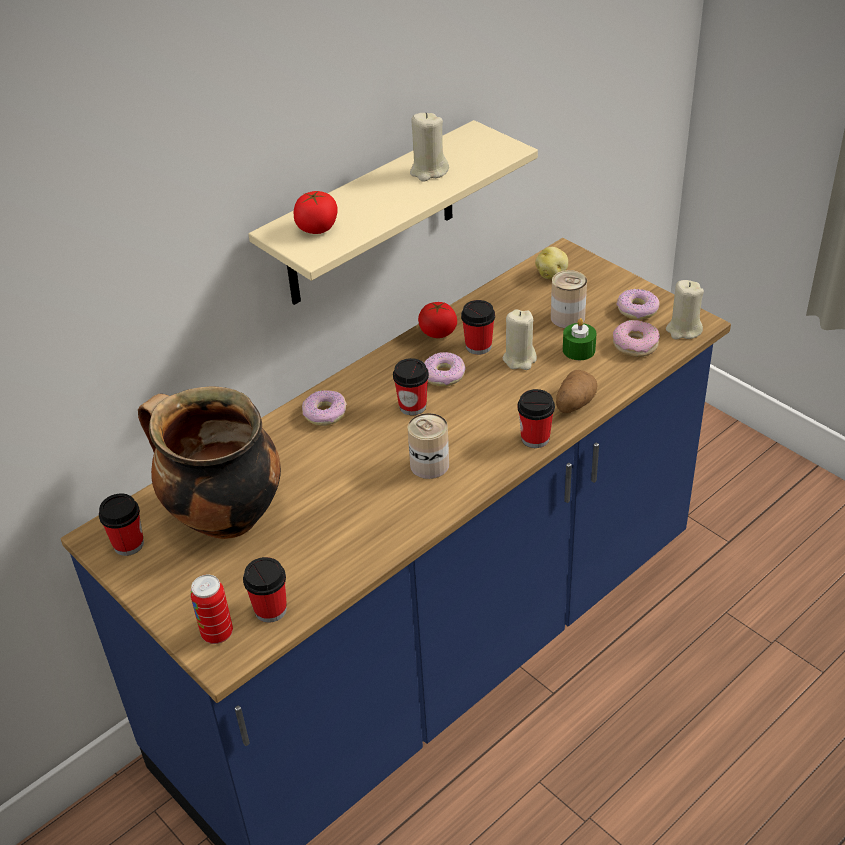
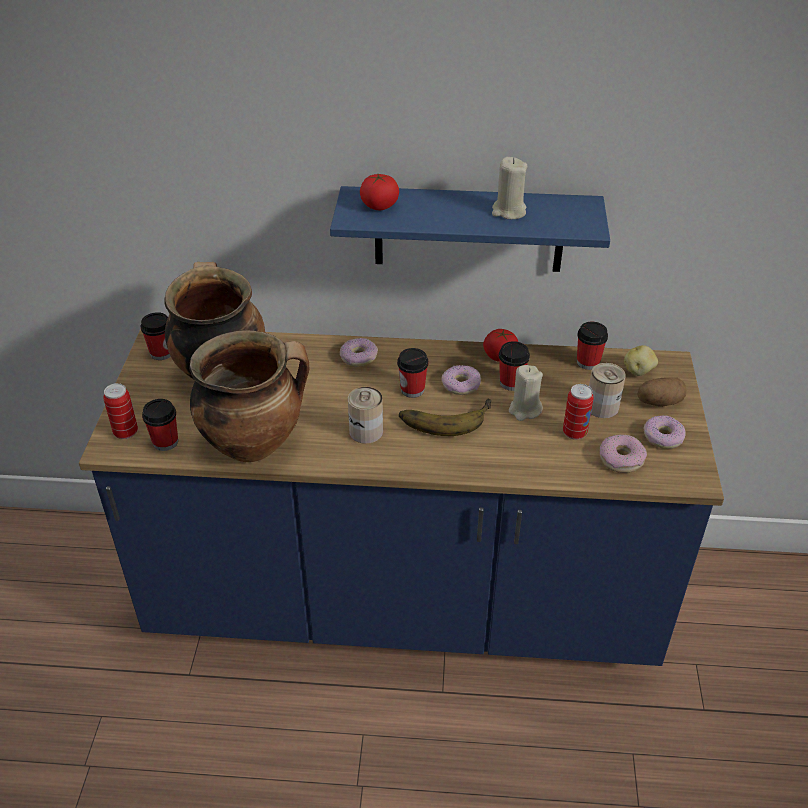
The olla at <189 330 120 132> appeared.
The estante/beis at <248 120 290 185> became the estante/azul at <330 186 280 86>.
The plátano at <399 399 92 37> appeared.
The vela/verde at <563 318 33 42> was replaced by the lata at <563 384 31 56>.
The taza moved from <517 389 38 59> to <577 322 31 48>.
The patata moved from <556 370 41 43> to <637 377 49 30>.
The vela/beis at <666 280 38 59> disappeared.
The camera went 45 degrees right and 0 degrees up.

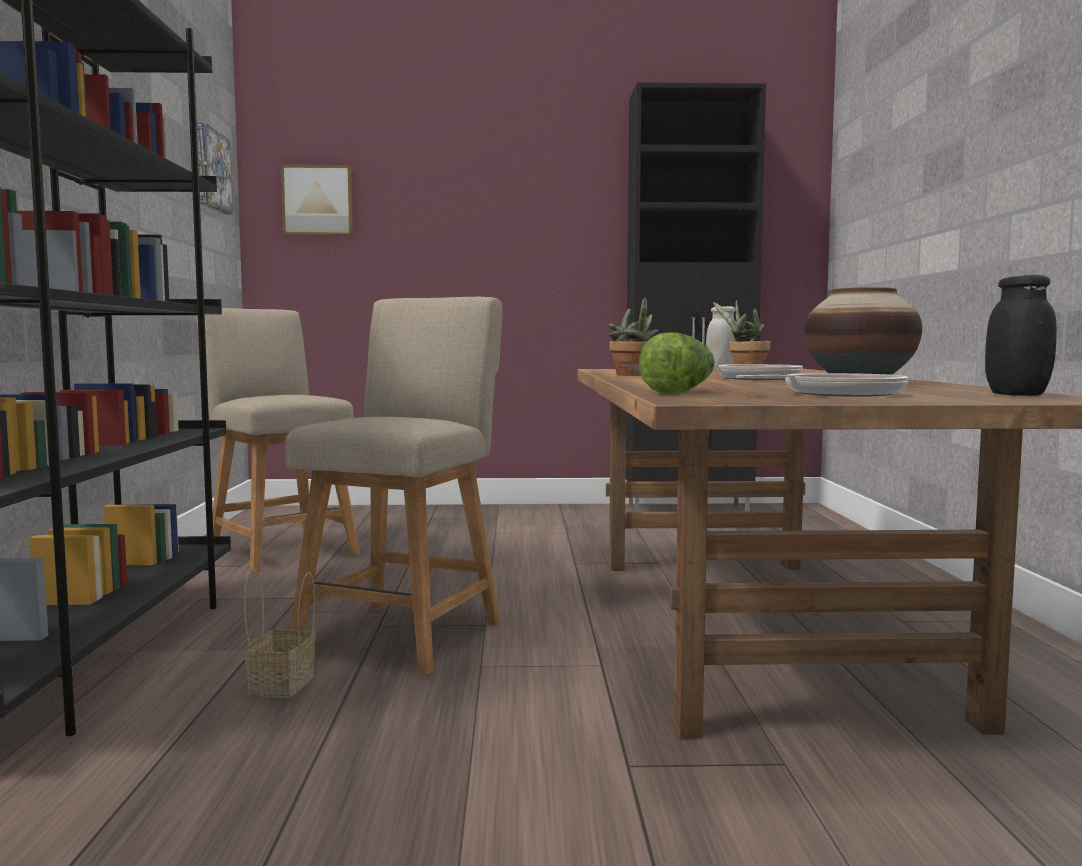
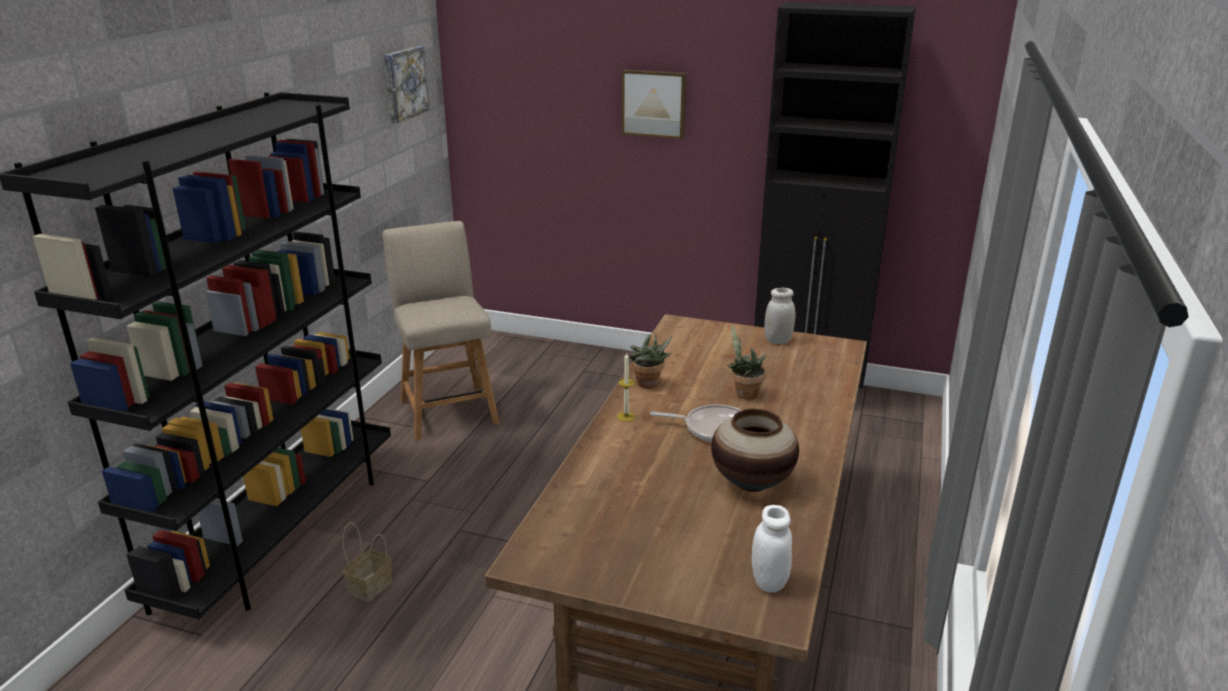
The vela at <617 353 19 69> appeared.
The cuadro moved from <281 165 72 71> to <622 69 64 70>.
The tarro/negro at <985 275 72 121> became the tarro/blanco at <752 505 40 88>.
The silla/beis at <285 297 218 378> disappeared.
The lechuga at <639 332 76 62> disappeared.
The sartén at <736 373 172 23> disappeared.
The camera went 20 degrees right and 20 degrees up.

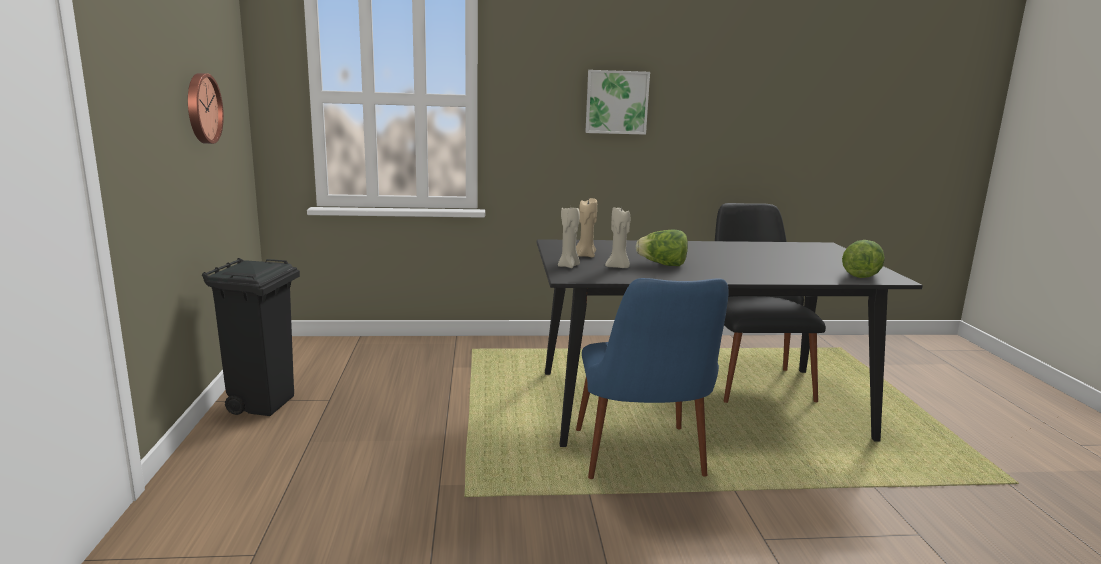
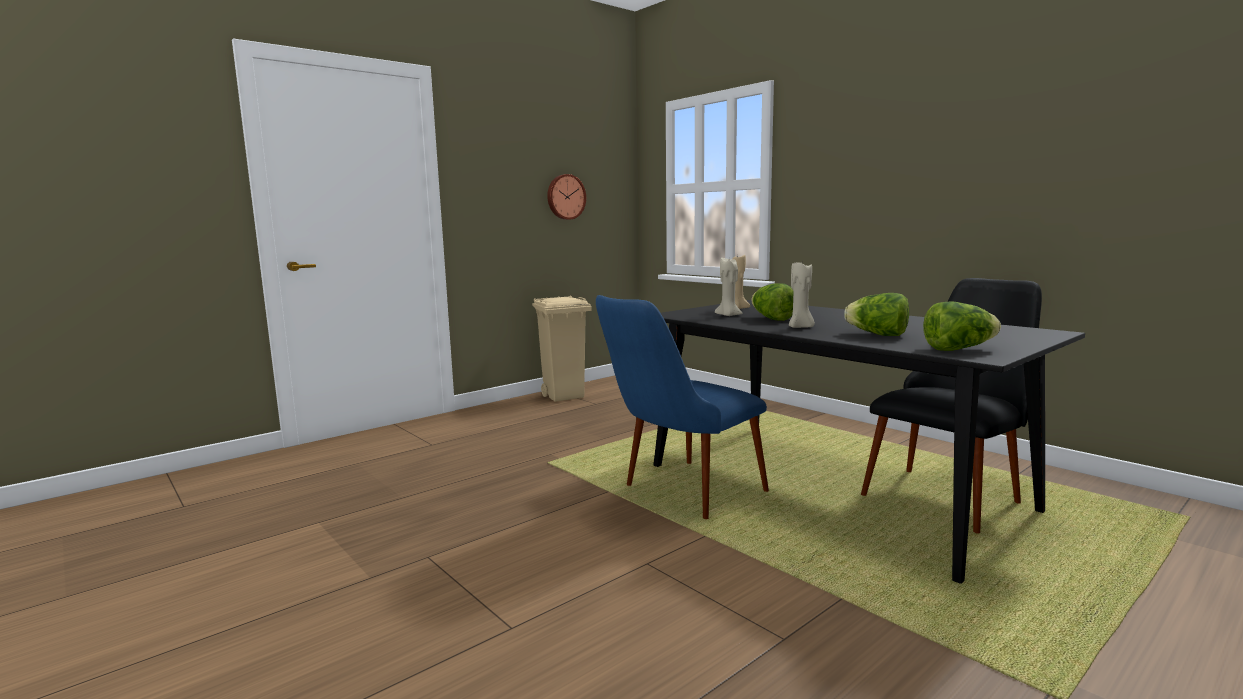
The papelera/negro at <202 258 98 158> became the papelera/beis at <532 296 60 106>.
The vela/beis moved from <558 206 22 62> to <789 262 26 66>.
The lechuga at <844 293 65 43> appeared.
The cuadro at <585 70 65 65> disappeared.
The camera went 55 degrees right and 5 degrees down.

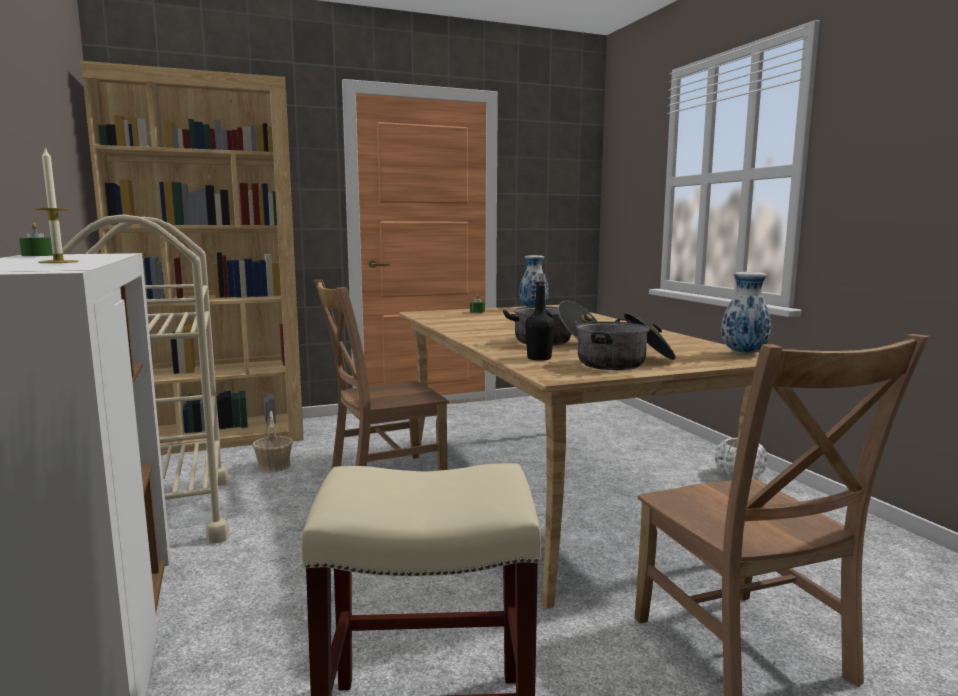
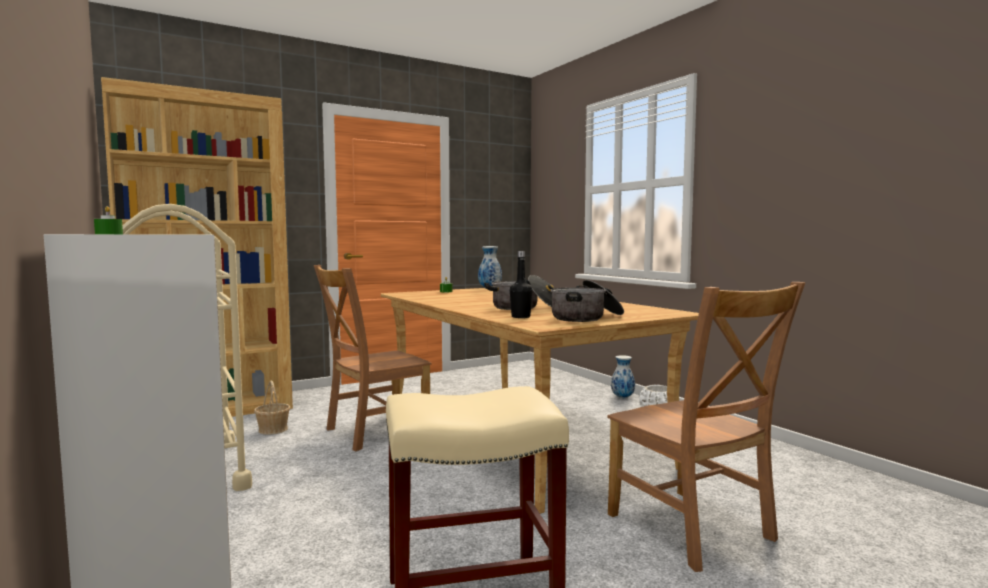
The florero moved from <721 272 50 83> to <611 355 24 43>.
The vela at <35 146 44 117> disappeared.
The camera went 10 degrees left and 5 degrees down.

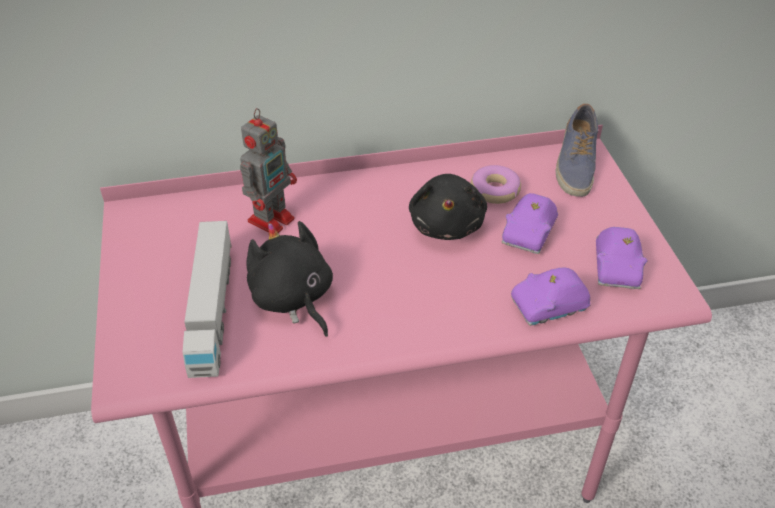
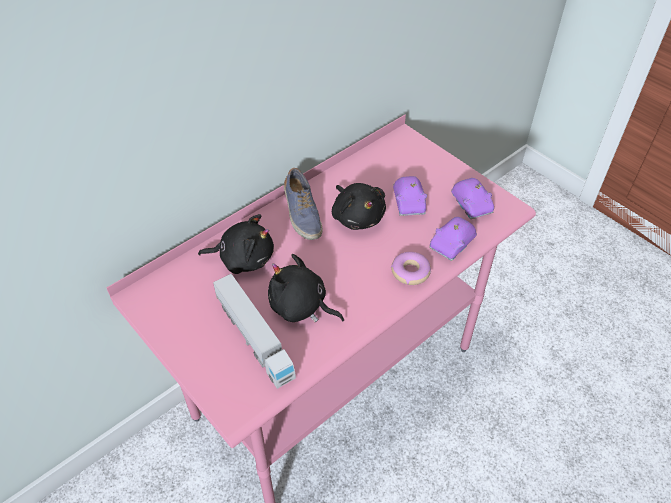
The robot de juguete at <240 108 57 125> was replaced by the peluche/negro at <198 214 76 60>.
The zapato moved from <555 104 43 93> to <284 168 39 72>.
The rosquilla moved from <471 165 50 39> to <391 252 40 33>.
The camera went 30 degrees left and 5 degrees up.

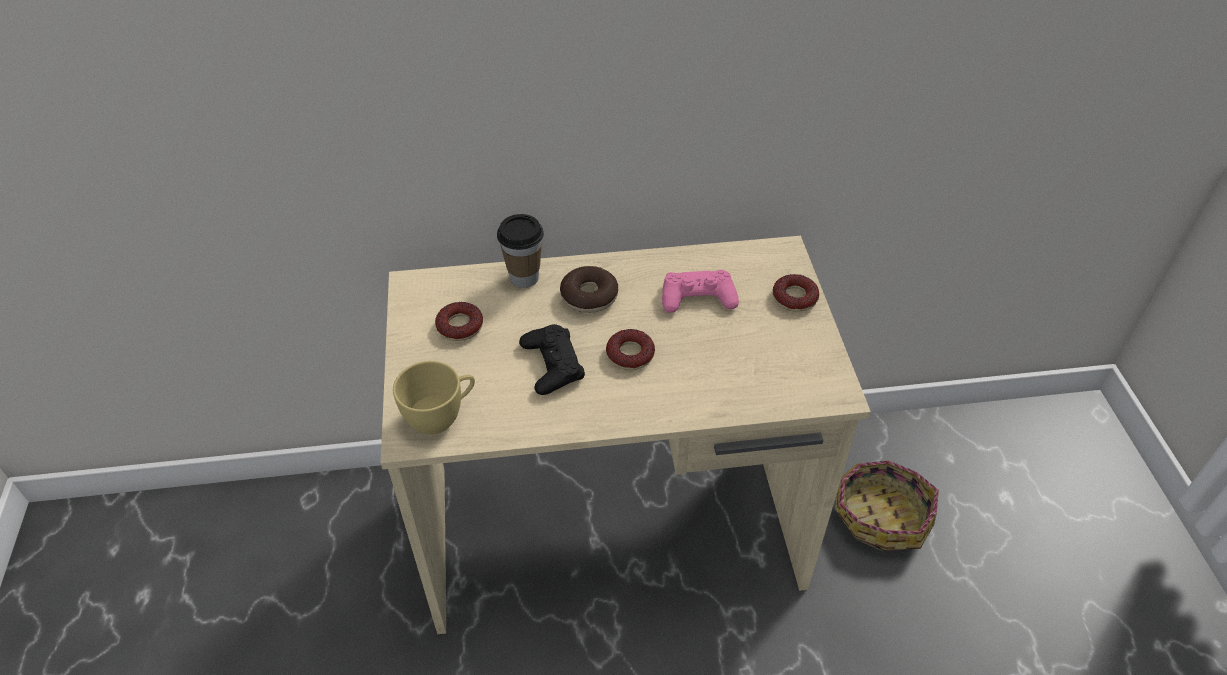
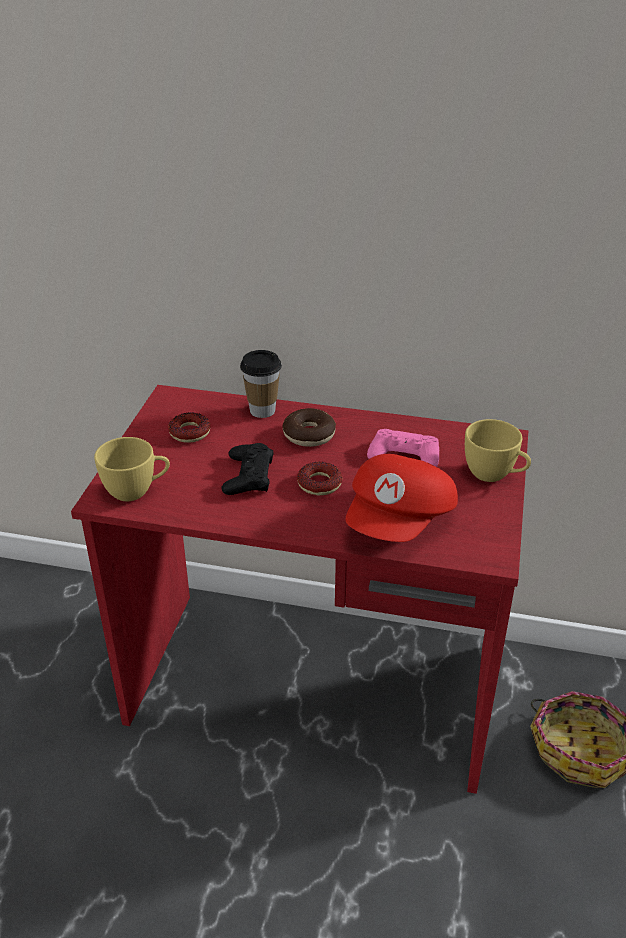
The escritorio/beis at <381 236 490 398> became the escritorio/rojo at <71 385 457 409>.
The gorra/rojo at <345 454 113 88> appeared.
The rosquilla at <773 274 46 38> was replaced by the taza/amarillo at <465 419 66 63>.
The camera went 20 degrees right and 10 degrees down.

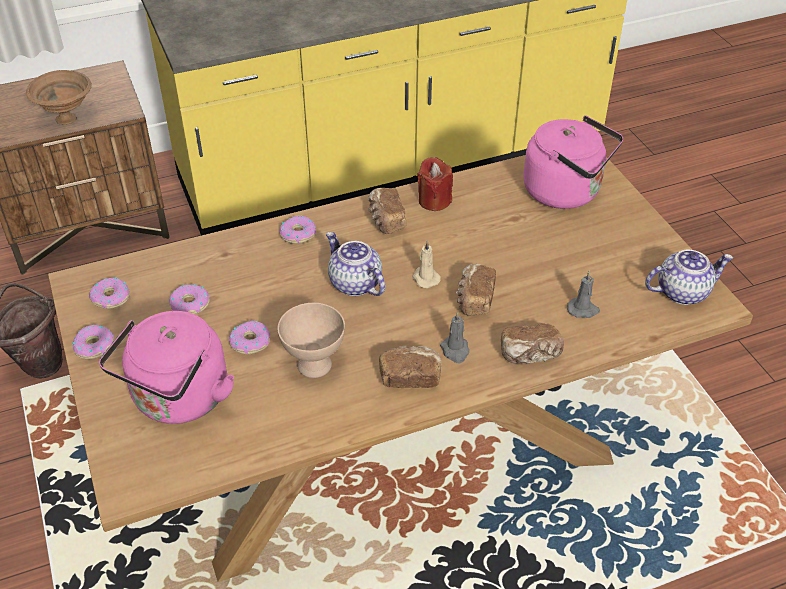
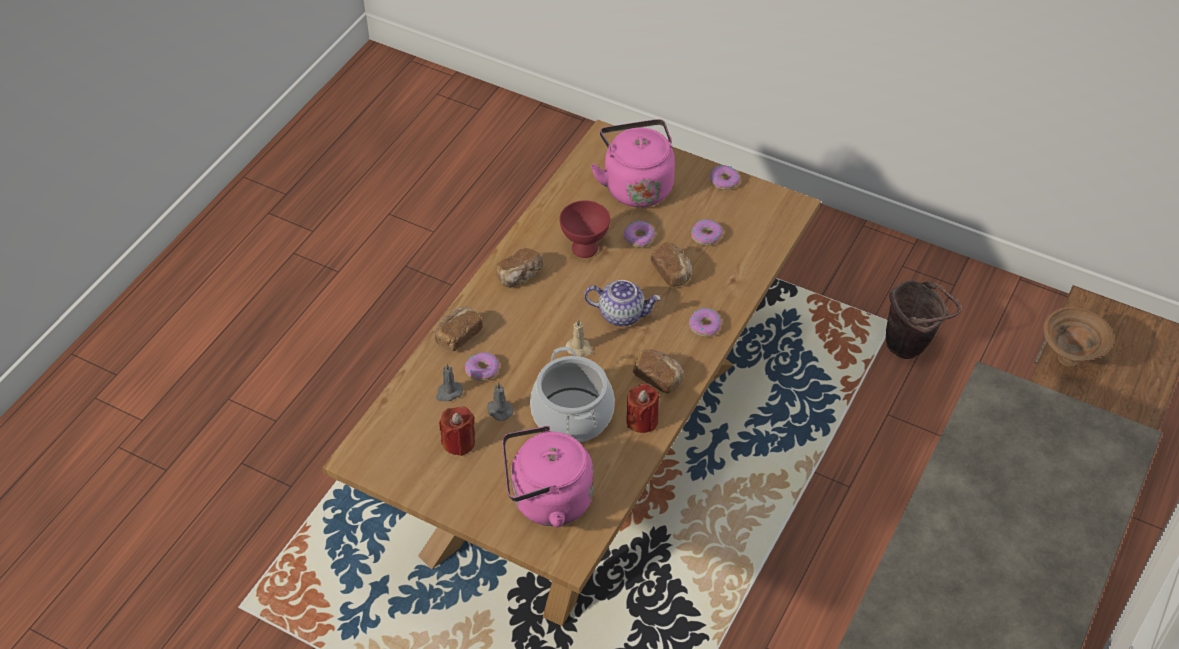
The vela/rojo at <439 407 36 49> appeared.
The rosquilla moved from <89 278 41 31> to <465 352 34 29>.
The vela/gris moved from <440 311 29 52> to <487 382 27 39>.
The olla at <530 347 85 95> appeared.
The cuenco/beis at <277 303 68 75> became the cuenco/rojo at <560 200 50 58>.
The pan moved from <456 263 40 53> to <650 242 42 45>.
The tetera at <645 249 88 56> disappeared.
The camera went 140 degrees right and 5 degrees up.

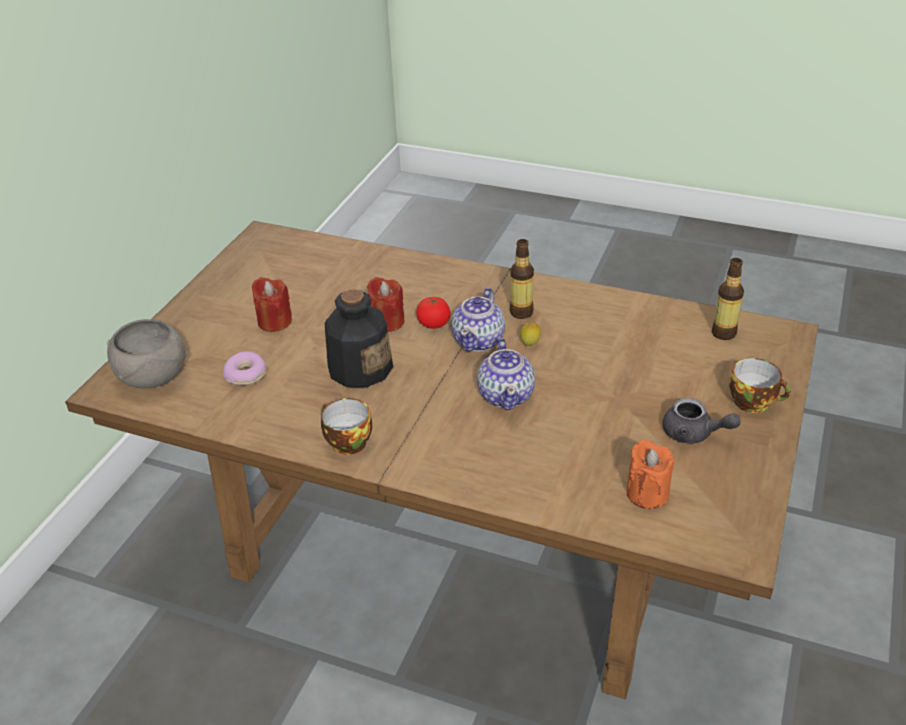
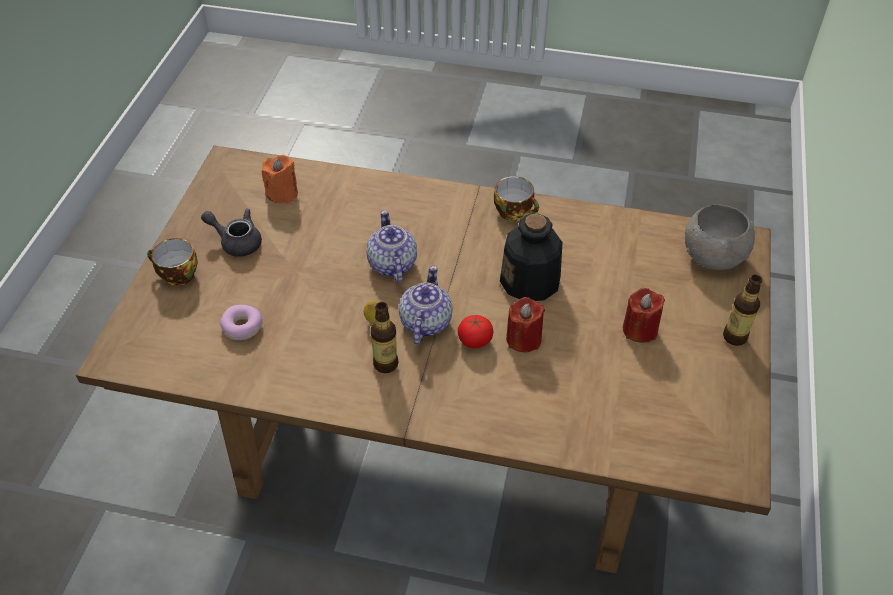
The rosquilla moved from <223 351 44 34> to <220 305 43 35>.
The botella moved from <712 258 32 82> to <723 274 39 72>.
The camera went 170 degrees right and 10 degrees up.

